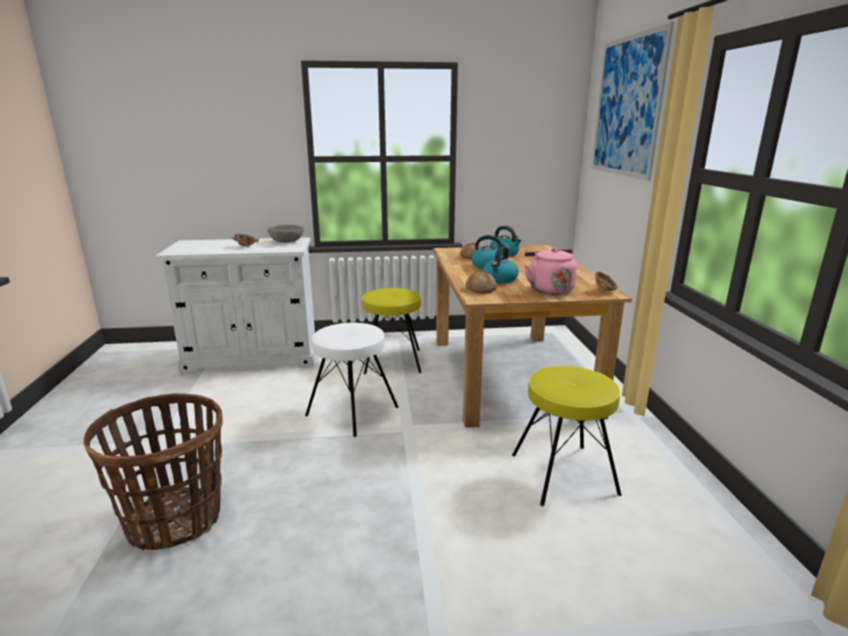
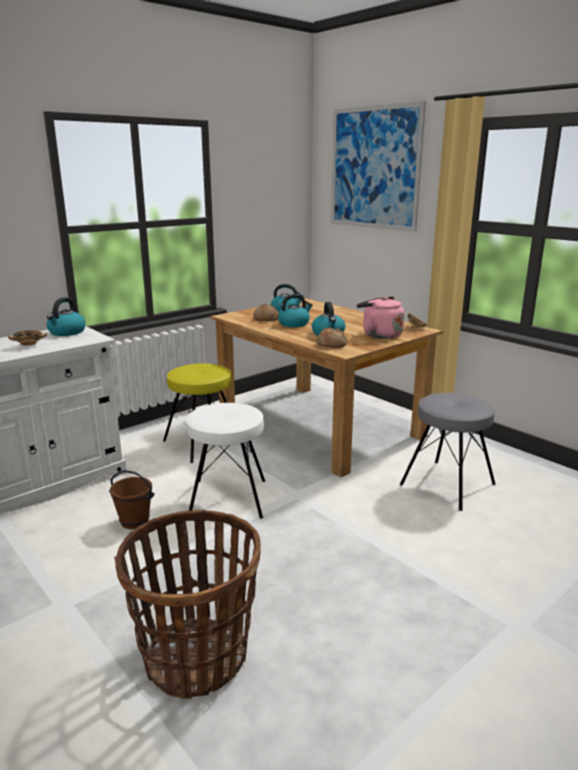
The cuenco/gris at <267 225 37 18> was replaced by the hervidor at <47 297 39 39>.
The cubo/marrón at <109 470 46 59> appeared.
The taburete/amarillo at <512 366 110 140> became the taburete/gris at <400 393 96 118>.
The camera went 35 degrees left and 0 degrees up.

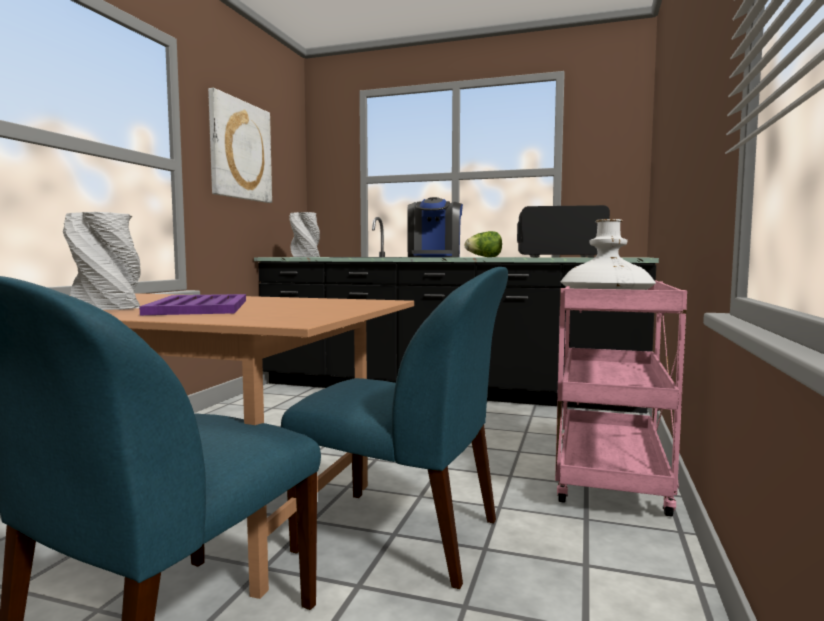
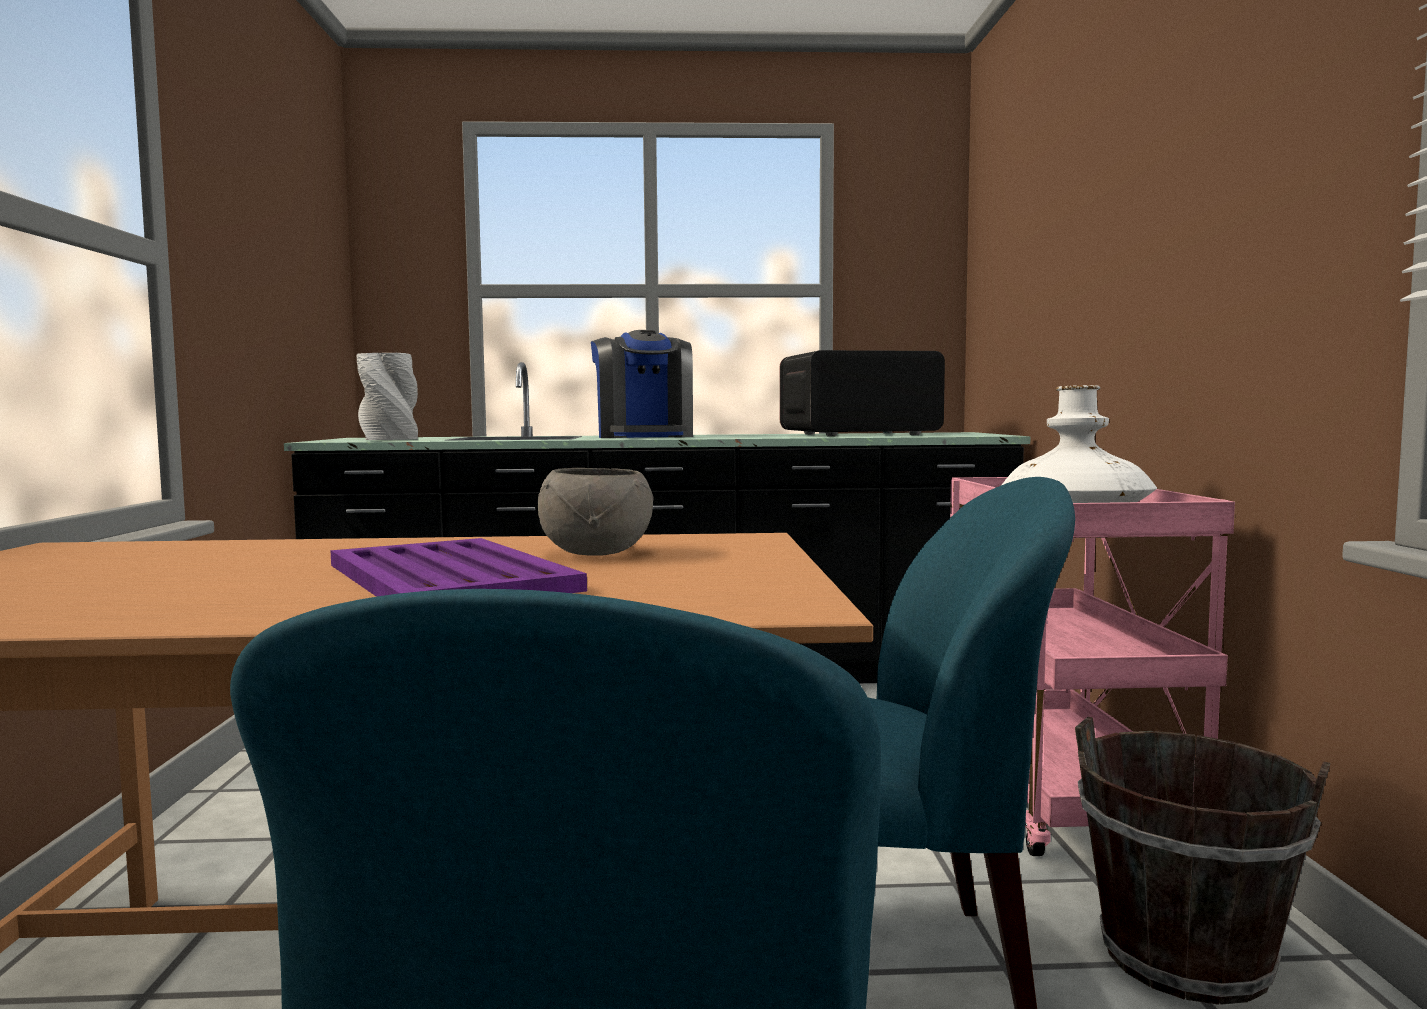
The cuenco/gris at <538 468 116 88> appeared.
The cubo/marrón at <1075 717 255 288> appeared.
The florero/gris at <63 212 78 98> disappeared.
The cuadro at <208 88 64 115> disappeared.
The lechuga at <465 231 37 26> disappeared.
The camera went 20 degrees left and 0 degrees up.

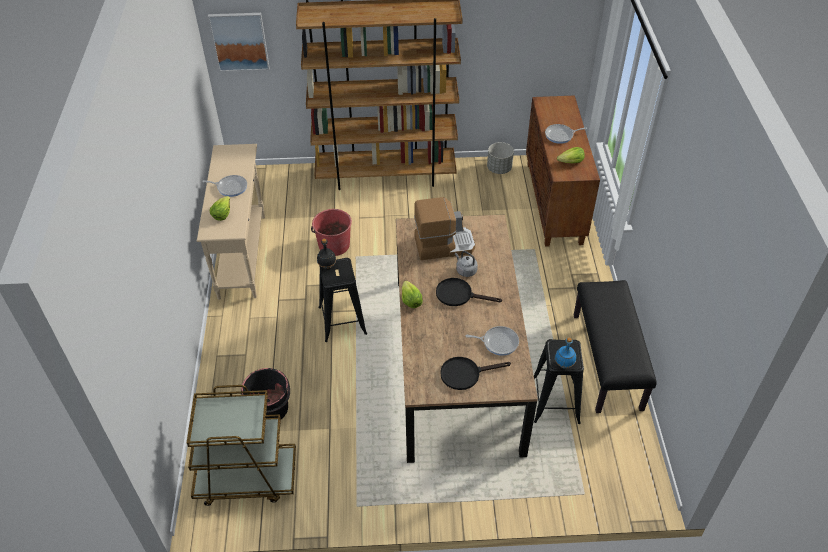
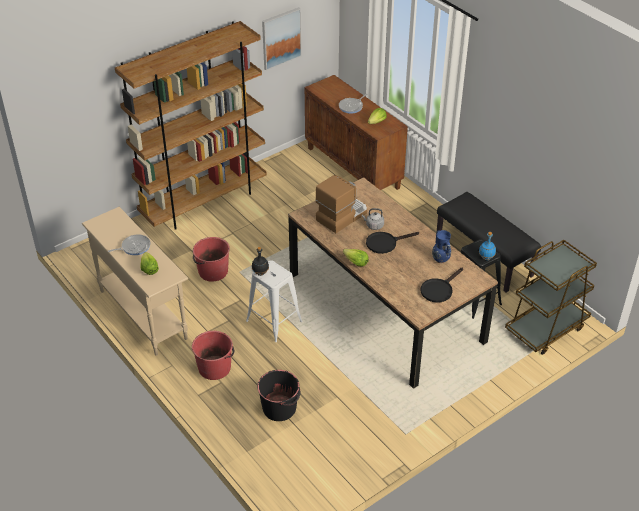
The cubo/rojo at <192 331 42 49> appeared.
The taburete/negro at <318 258 49 84> became the taburete/blanco at <246 260 57 82>.
The cuadro moved from <208 13 62 59> to <262 7 40 64>.
The sartén at <466 326 53 30> was replaced by the florero/azul at <432 230 19 33>.
The carrito/marrón moved from <187 385 109 121> to <505 240 92 115>.
The maceta/gris at <487 142 27 32> disappeared.
The camera went 35 degrees left and 5 degrees down.

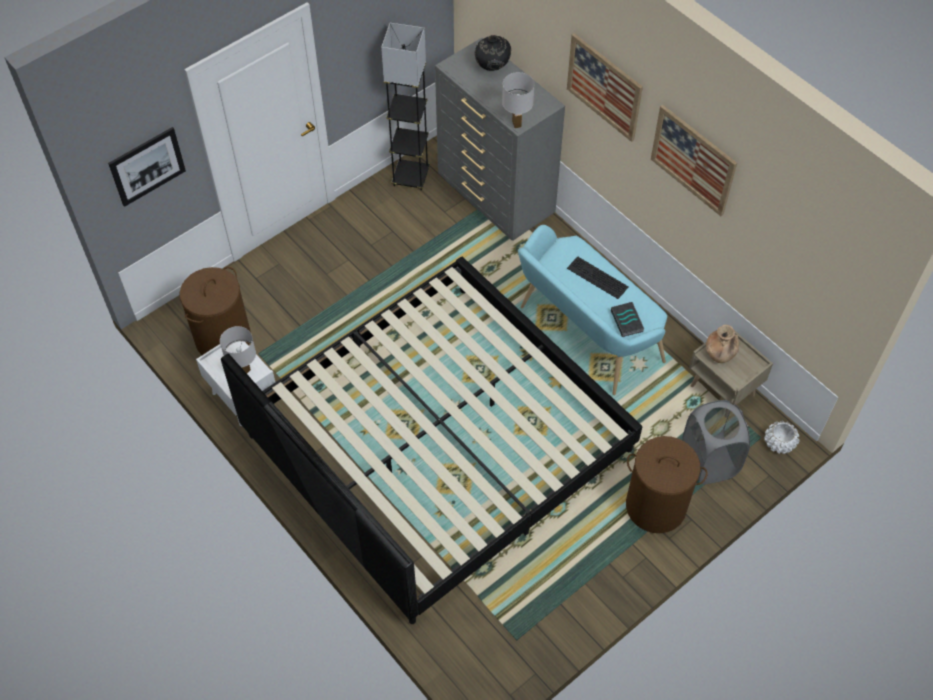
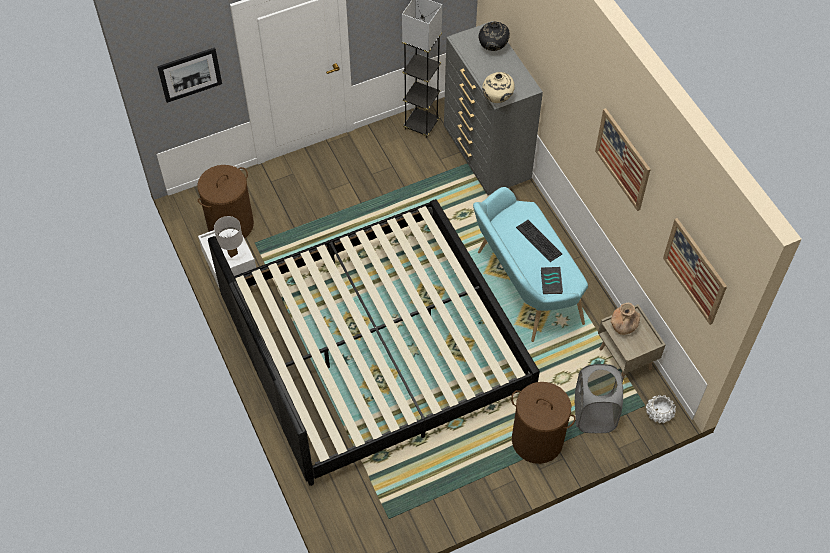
The lámpara de mesa/blanco at <502 72 33 56> was replaced by the florero/beis at <482 72 33 31>.
The cuadro moved from <567 33 76 109> to <663 218 64 107>.
The camera went 15 degrees right and 0 degrees up.

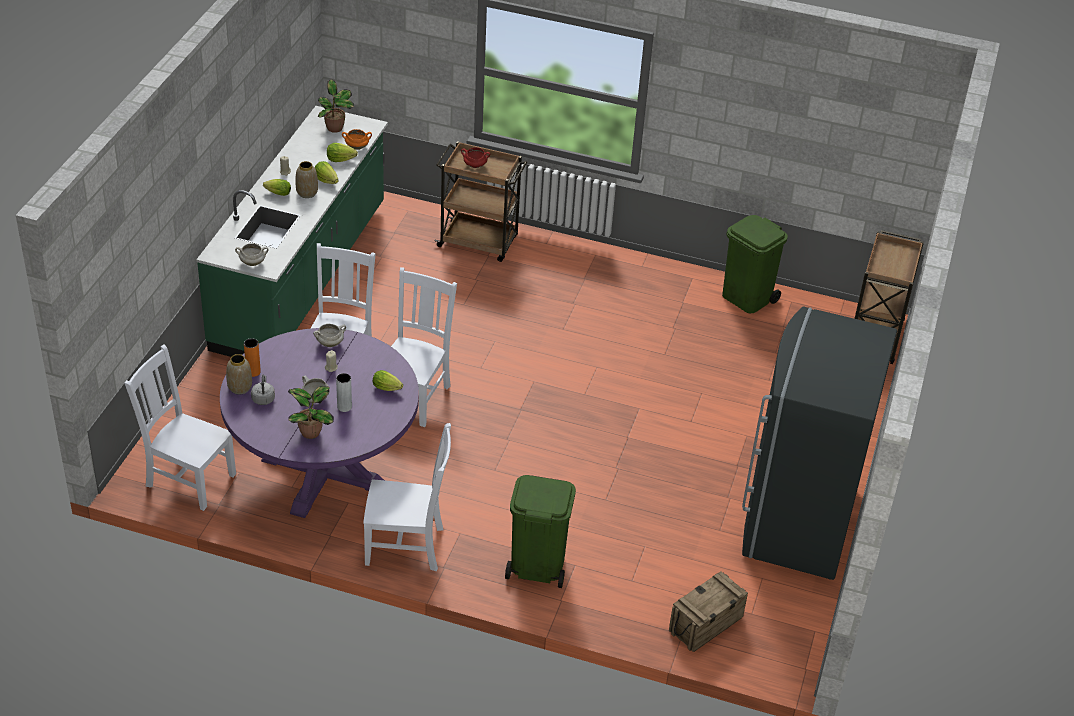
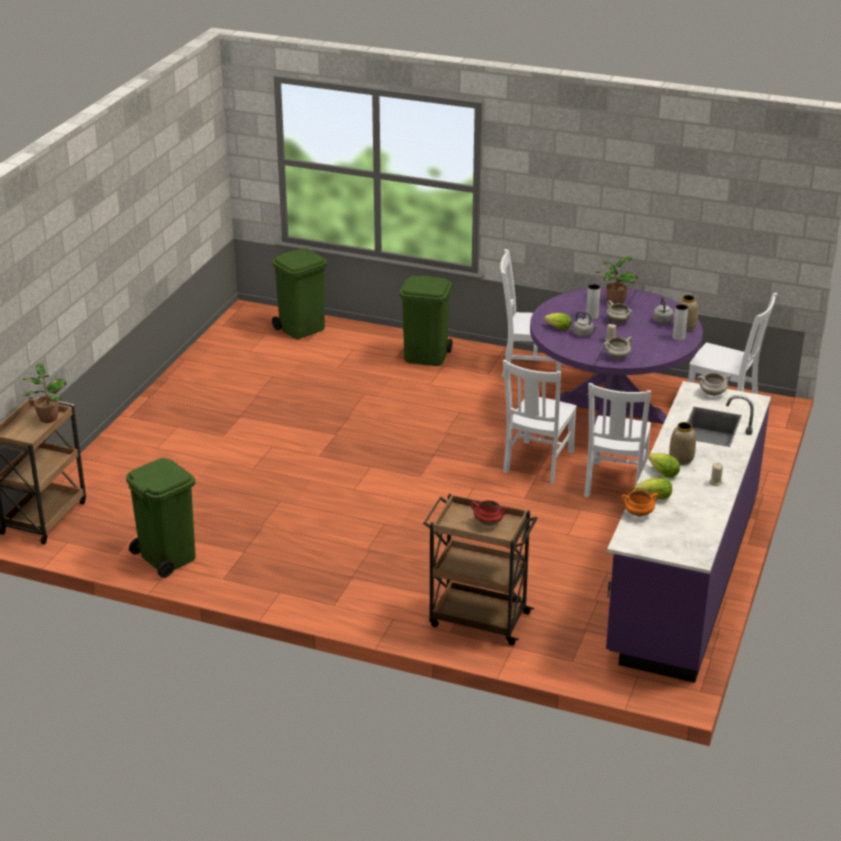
The planta en maceta moved from <318 79 36 54> to <21 364 46 59>.
The caja de embalaje at <669 572 79 80> was replaced by the papelera/verde at <272 248 55 91>.
The hervidor/gris at <573 311 25 26> appeared.
The mueble bajo de cocina/verde at <196 106 192 251> became the mueble bajo de cocina/morado at <606 381 165 302>.
The florero/naranja at <244 338 17 39> became the florero/gris at <672 304 16 37>.
The lechuga at <263 179 28 17> disappeared.
The nevera/gris at <742 306 155 274> disappeared.
The camera went 175 degrees left and 10 degrees down.

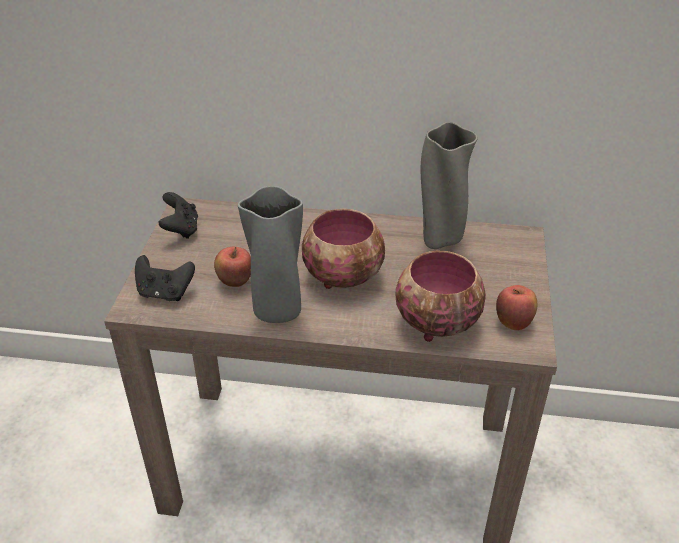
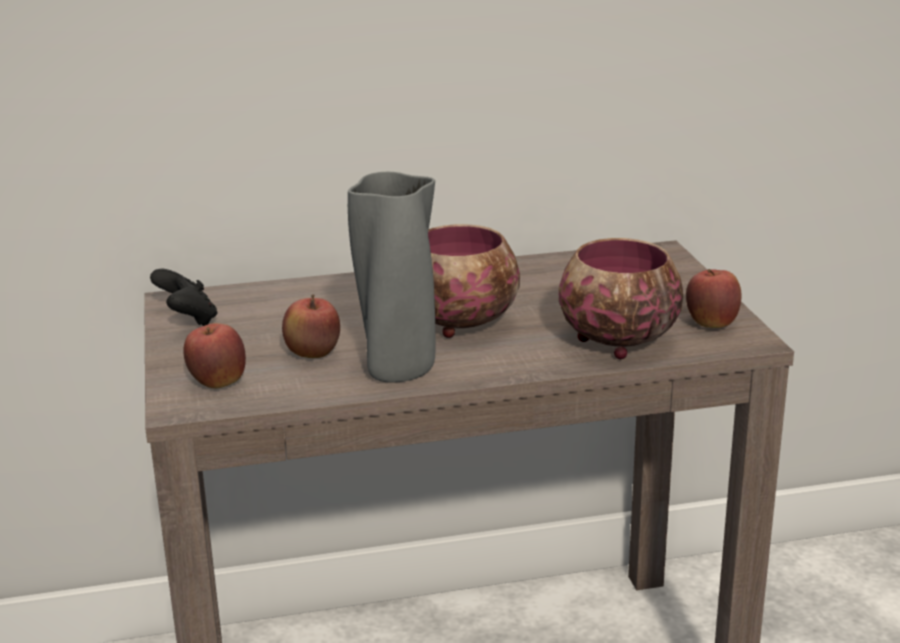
The mando de consola/negro at <135 255 60 46> was replaced by the manzana at <183 323 63 65>.
The florero/gris at <421 122 56 127> disappeared.
The camera went 20 degrees left and 15 degrees down.

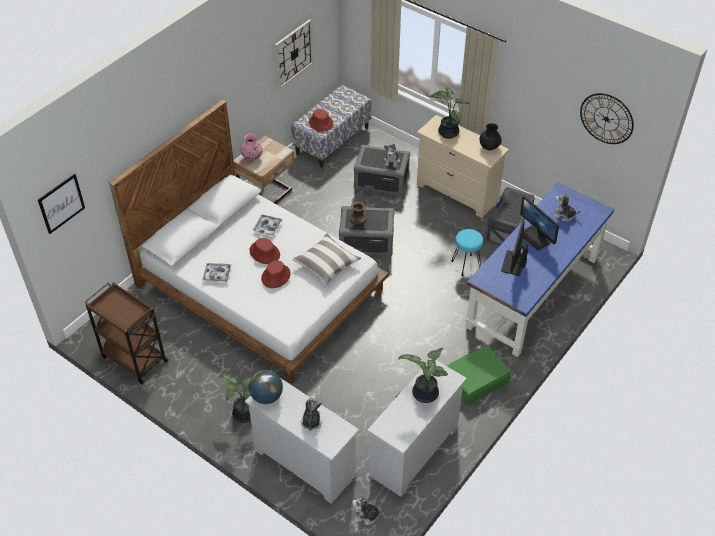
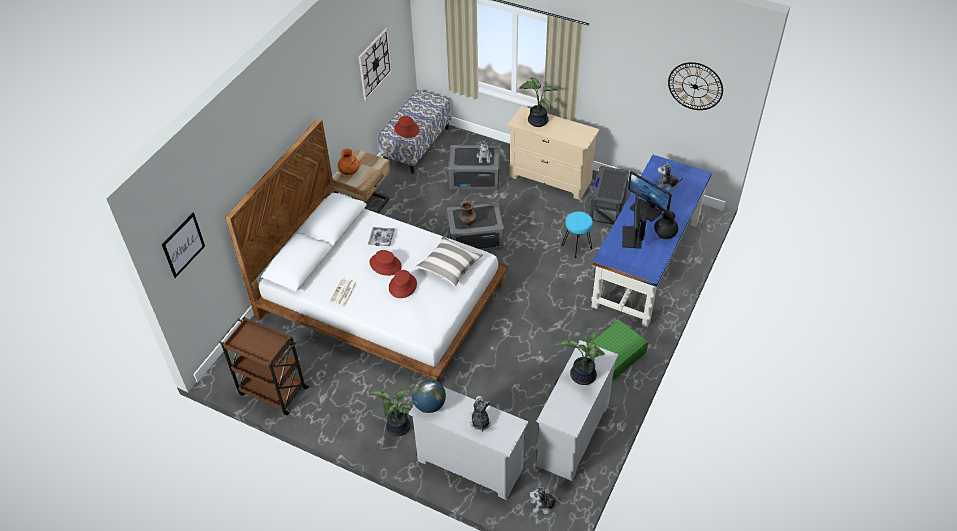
The bandeja at <202 263 30 19> was replaced by the periódico at <329 278 28 29>.
The florero/rosa at <241 133 22 27> became the florero/naranja at <338 149 22 26>.
The florero/negro moved from <479 123 23 27> to <654 211 24 28>.
The camera went 10 degrees left and 0 degrees up.

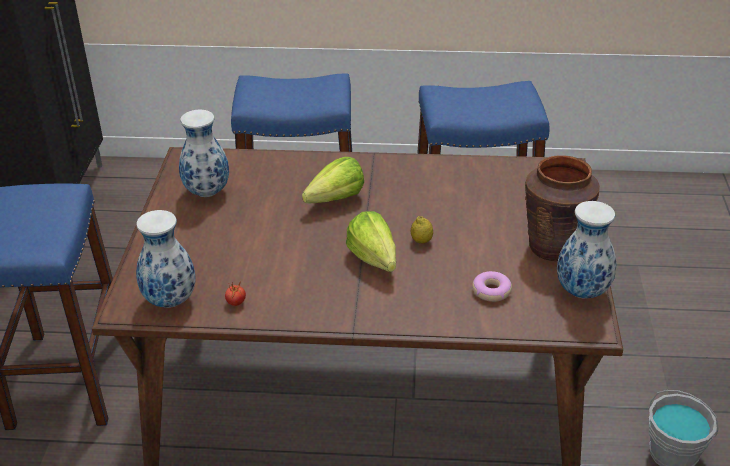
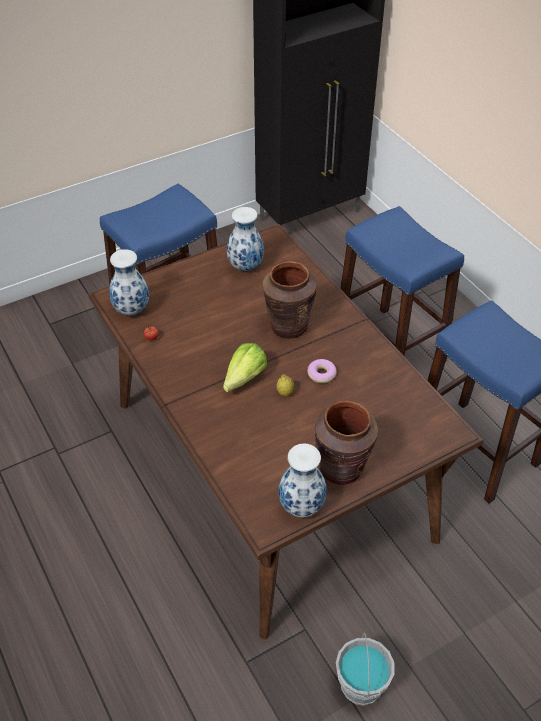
The lechuga at <302 157 62 46> was replaced by the florero/marrón at <262 261 55 77>.
The rosquilla moved from <472 271 40 31> to <307 359 30 24>.
The camera went 55 degrees right and 10 degrees up.

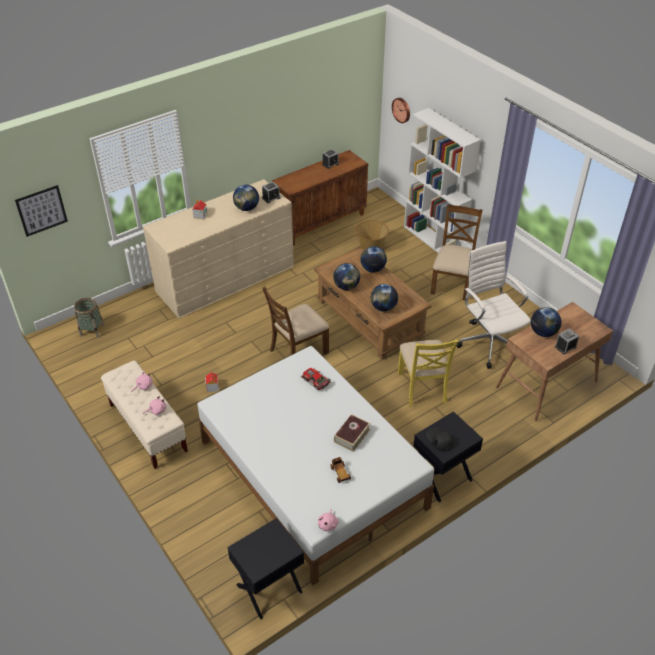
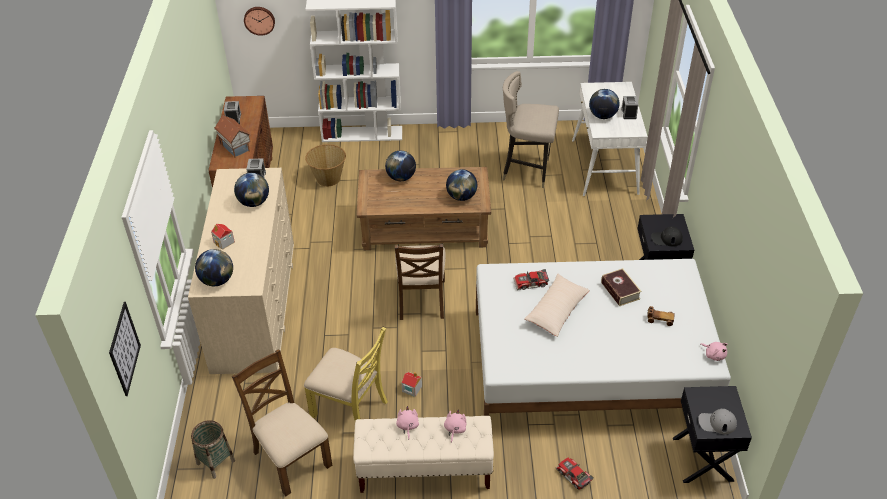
The globo terráqueo moved from <333 263 27 27> to <195 249 38 37>.
The casita at <214 115 37 43> appeared.
The silla/marrón moved from <430 204 52 96> to <232 349 100 147>.
The silla/amarillo moved from <398 339 60 68> to <304 327 84 94>.
The silla de oficina/blanco at <456 241 75 128> was replaced by the taburete/beis at <502 71 57 117>.
The cojín/beis at <524 274 66 63> appeared.
The coche de juguete at <556 458 38 32> appeared.
The escritorio/marrón at <496 302 117 120> became the escritorio/blanco at <572 82 76 114>.
The gorra/gris at <698 409 39 25> appeared.
The camera went 55 degrees left and 0 degrees up.

